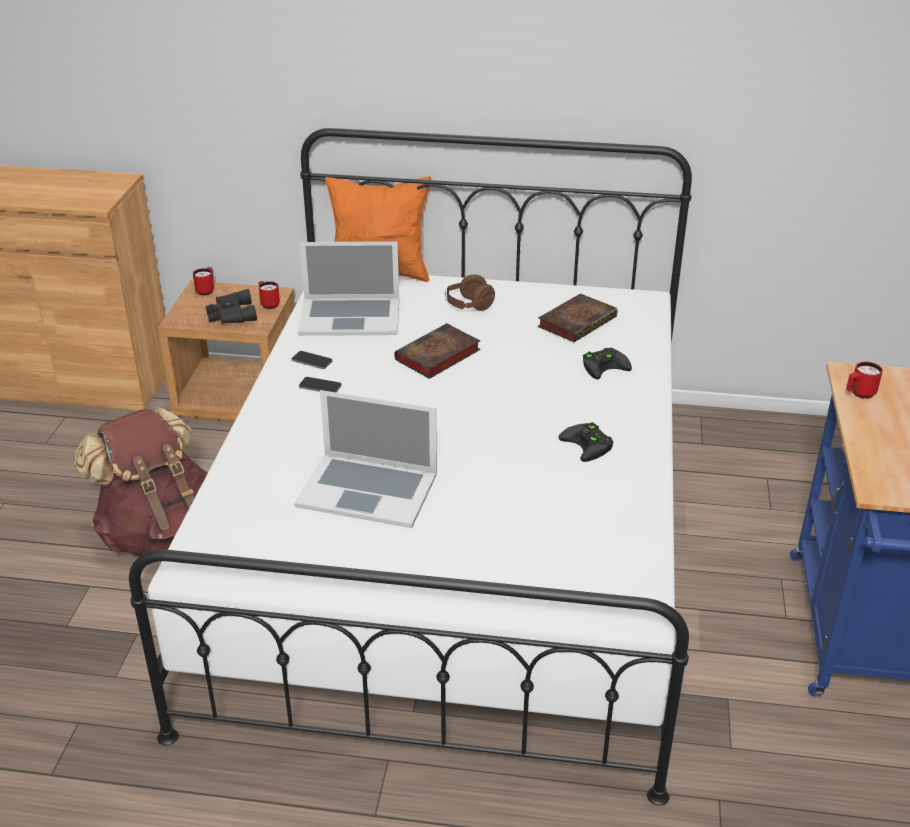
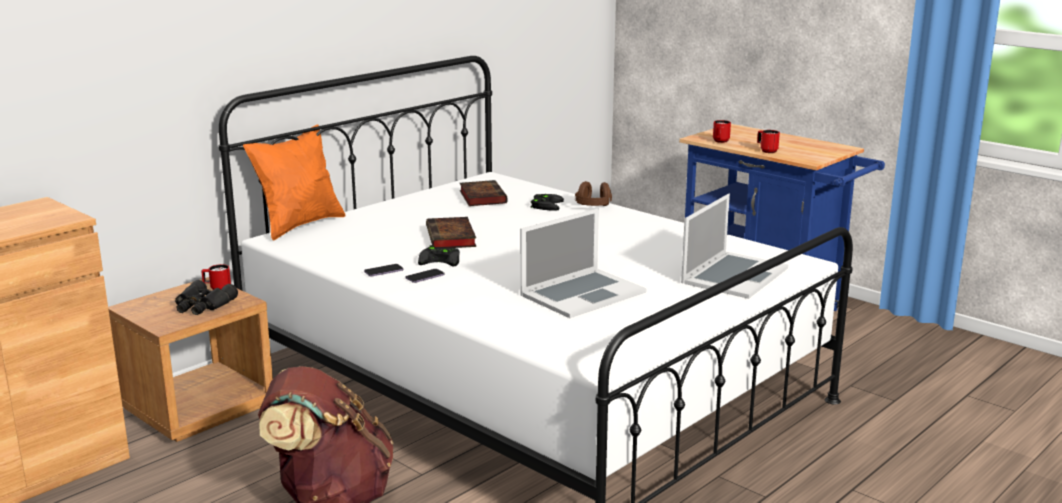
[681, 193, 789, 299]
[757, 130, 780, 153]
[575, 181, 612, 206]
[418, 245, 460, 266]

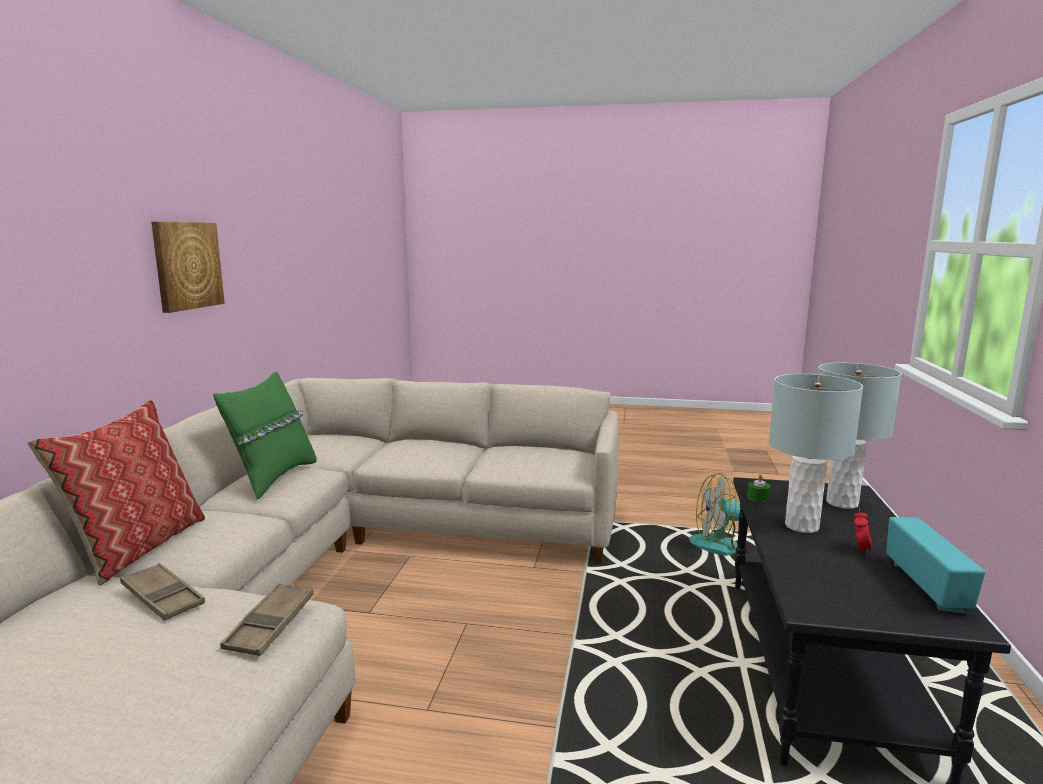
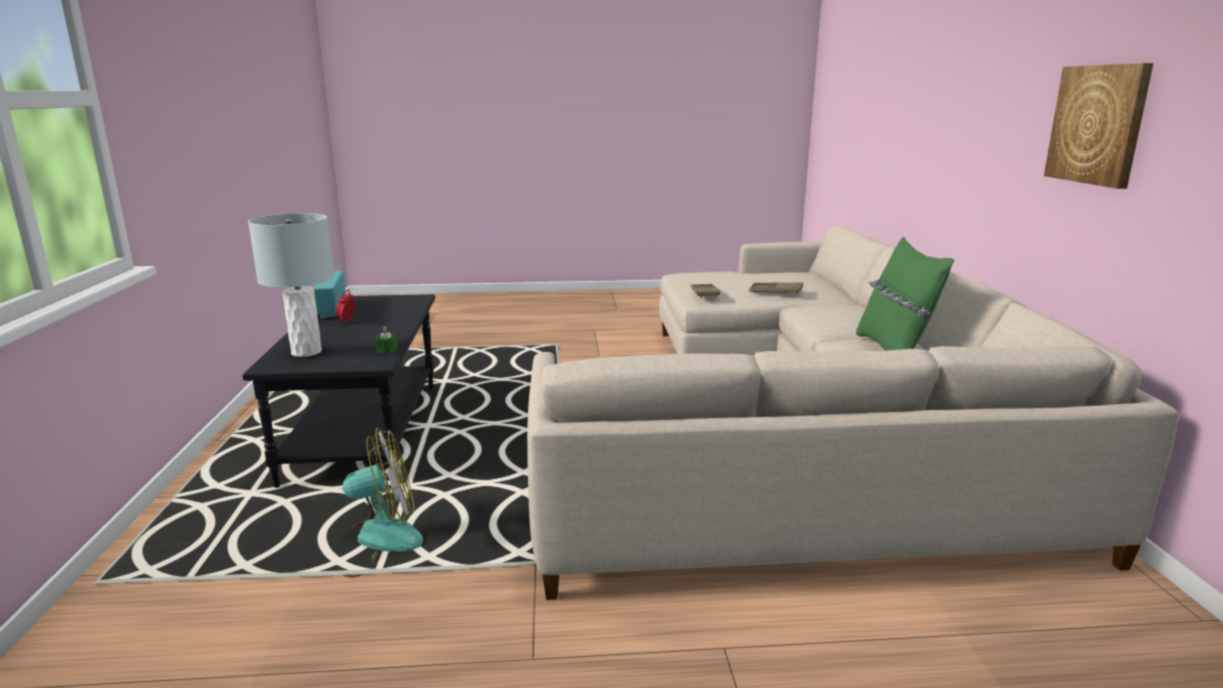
[769, 374, 863, 533] (first image)
[28, 400, 205, 586] (first image)

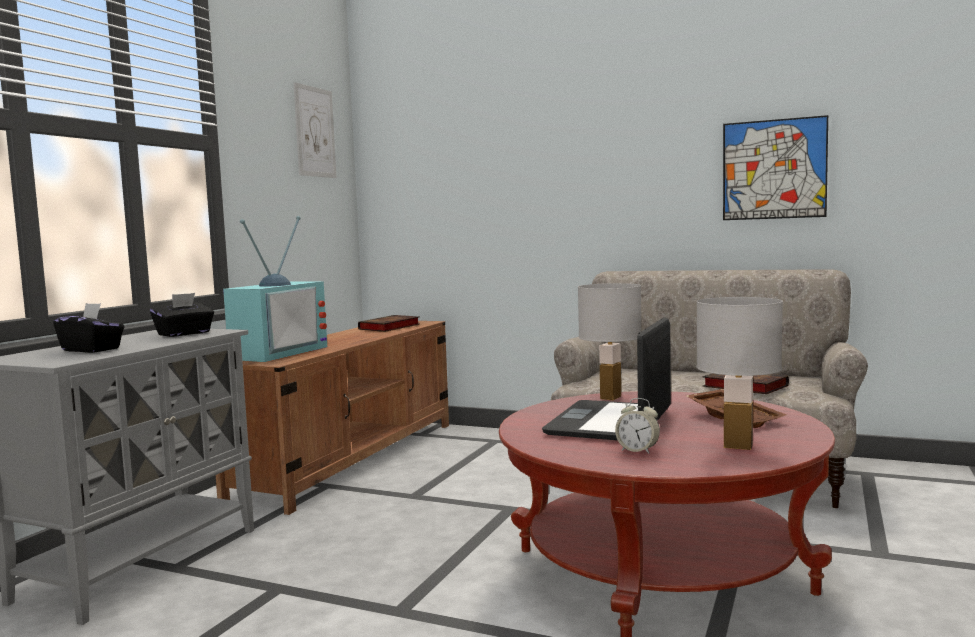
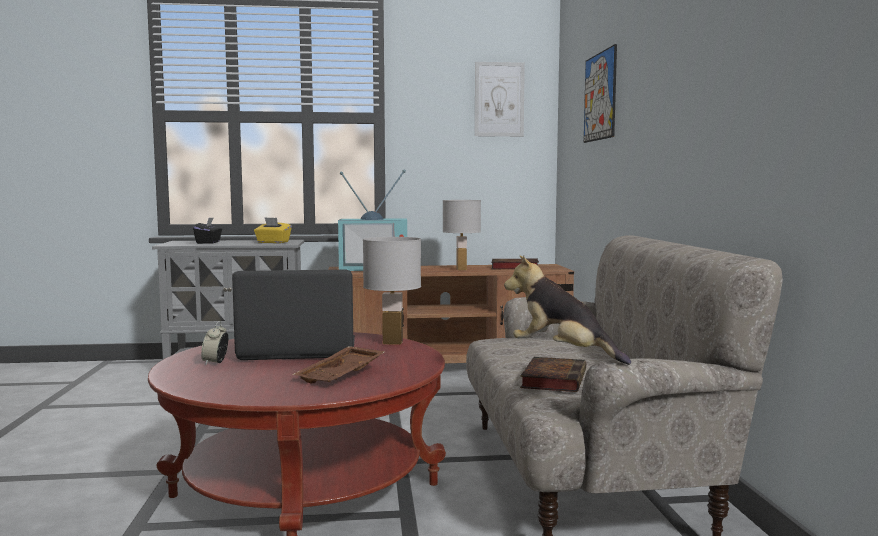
[584, 44, 617, 143]
[254, 217, 292, 243]
[443, 200, 481, 270]
[504, 255, 631, 365]

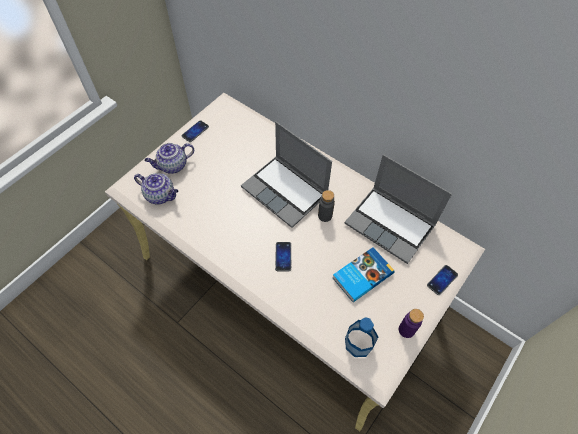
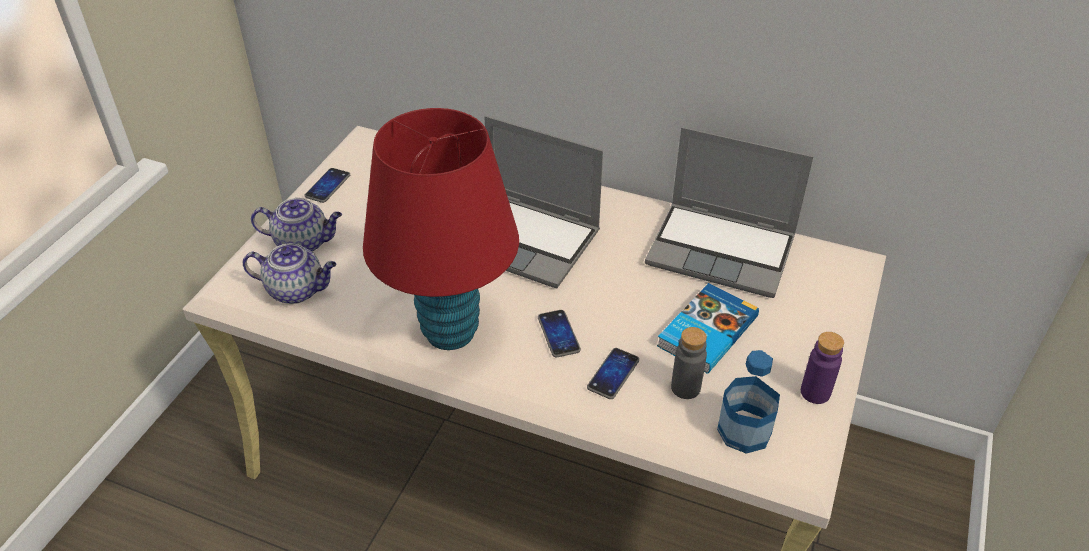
[251, 198, 342, 252]
[671, 327, 707, 399]
[587, 348, 639, 399]
[363, 108, 519, 350]

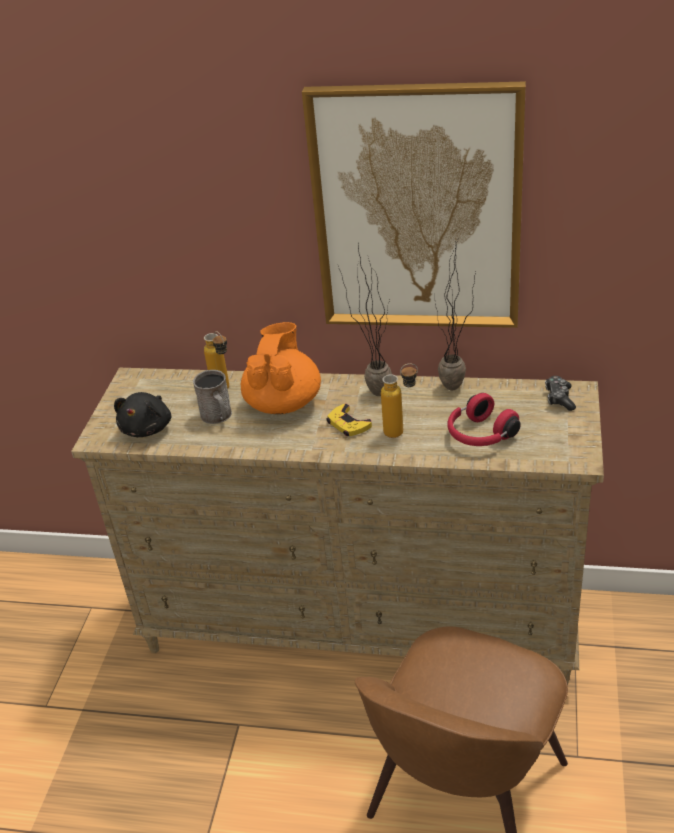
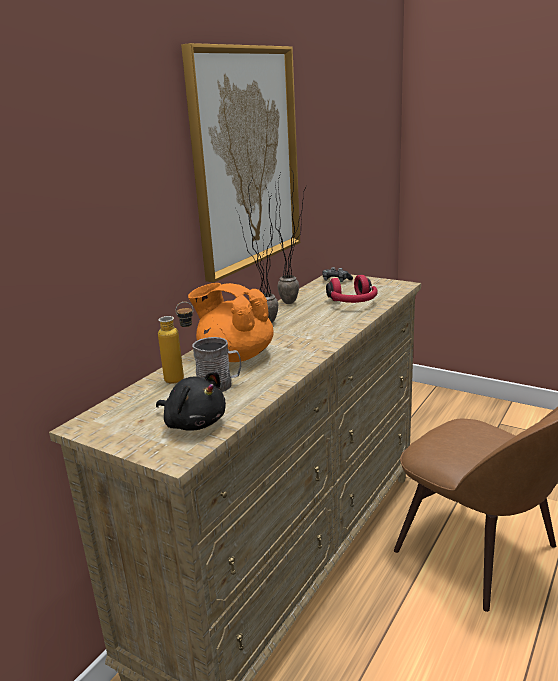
[381, 363, 418, 438] (first image)
[326, 404, 372, 436] (first image)

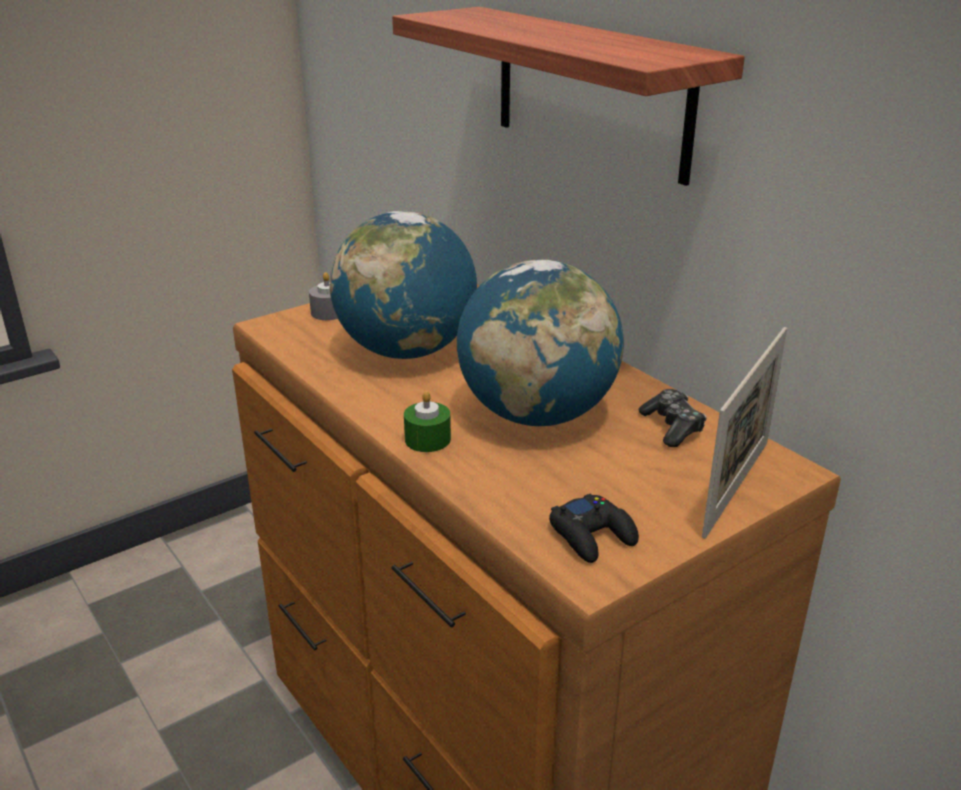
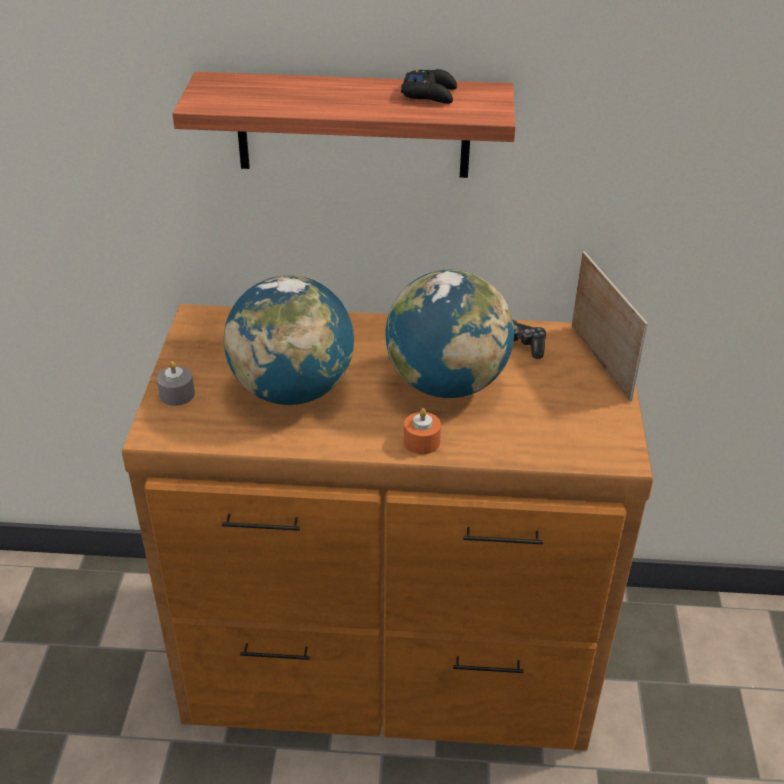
[404, 408, 441, 454]
[401, 69, 457, 104]

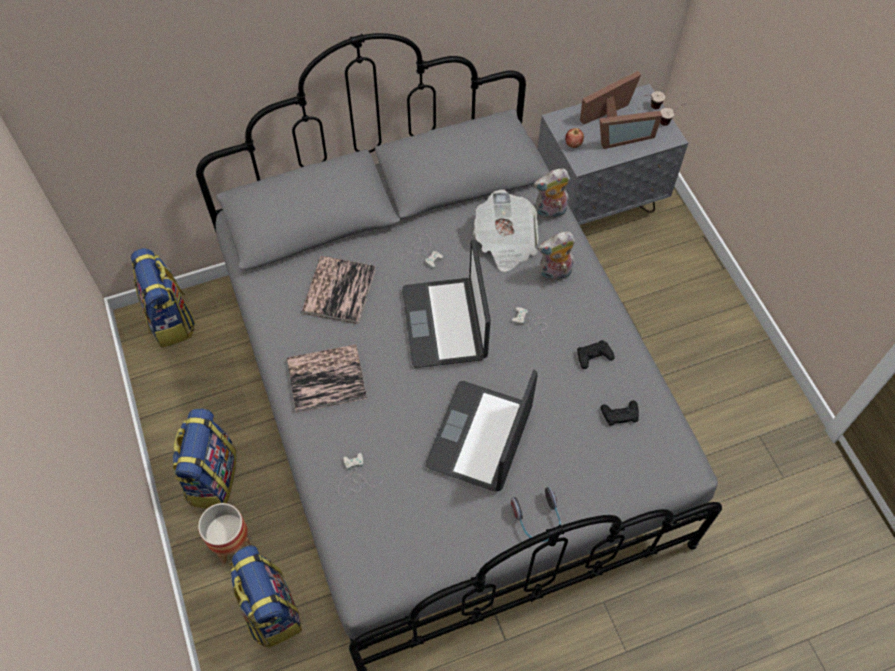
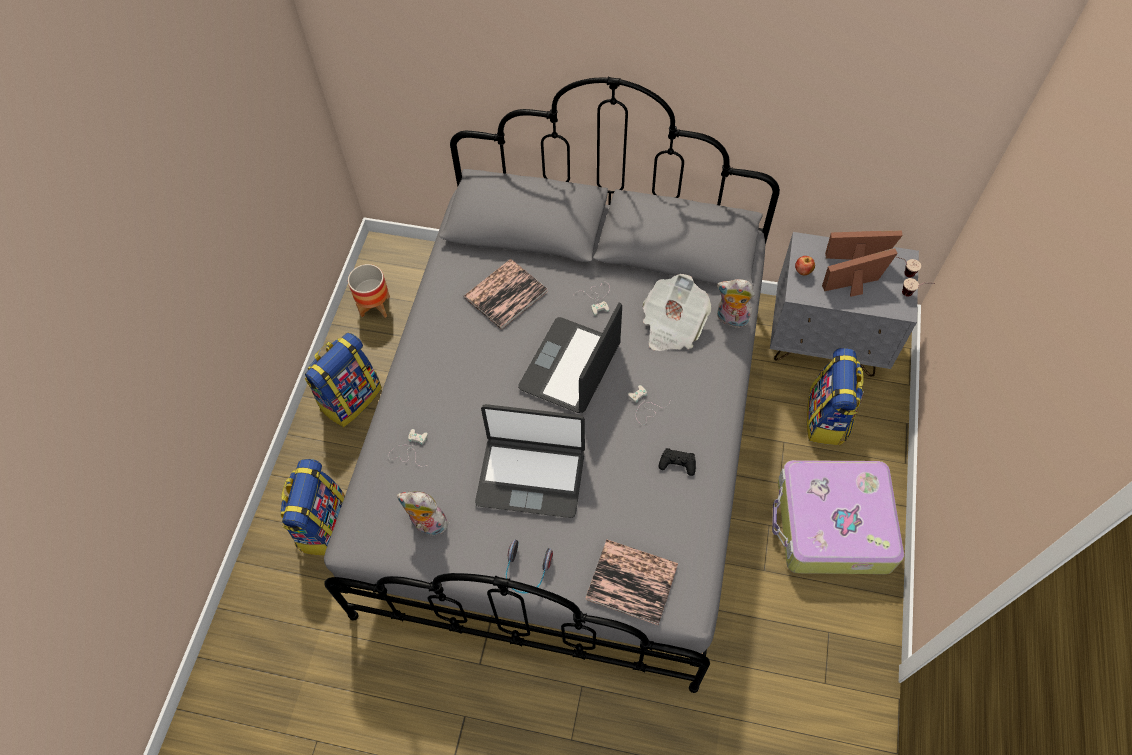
[822, 248, 898, 297]
[397, 492, 448, 536]
[807, 348, 864, 445]
[585, 539, 678, 625]
[475, 404, 585, 518]
[601, 400, 639, 426] (first image)
[348, 264, 390, 318]
[772, 460, 904, 574]

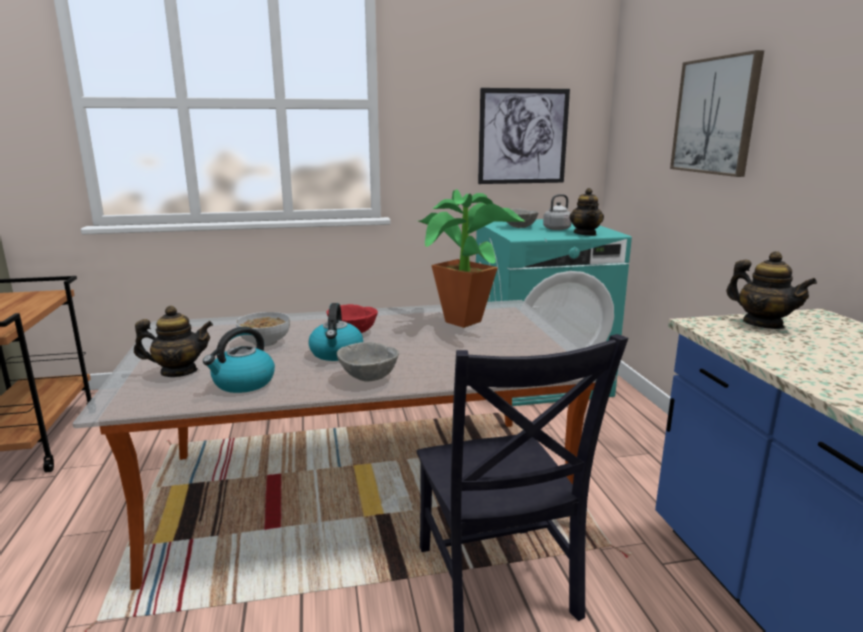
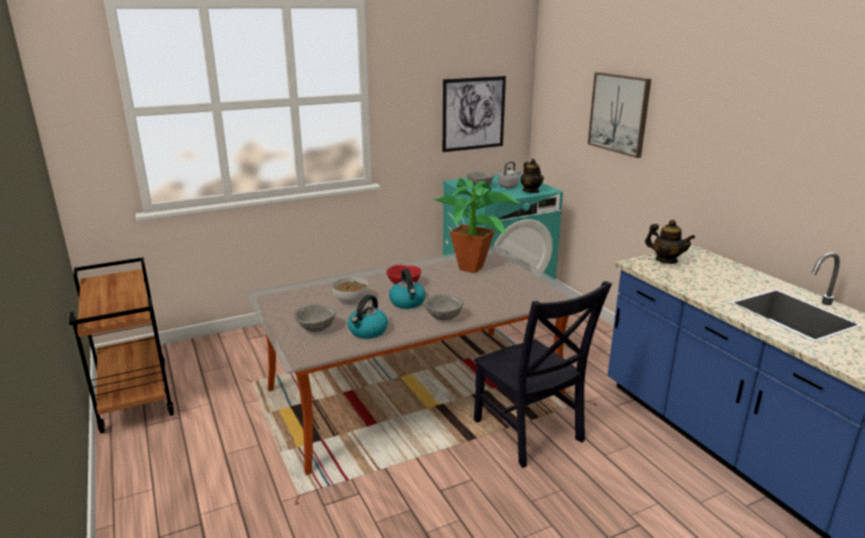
[294, 304, 336, 332]

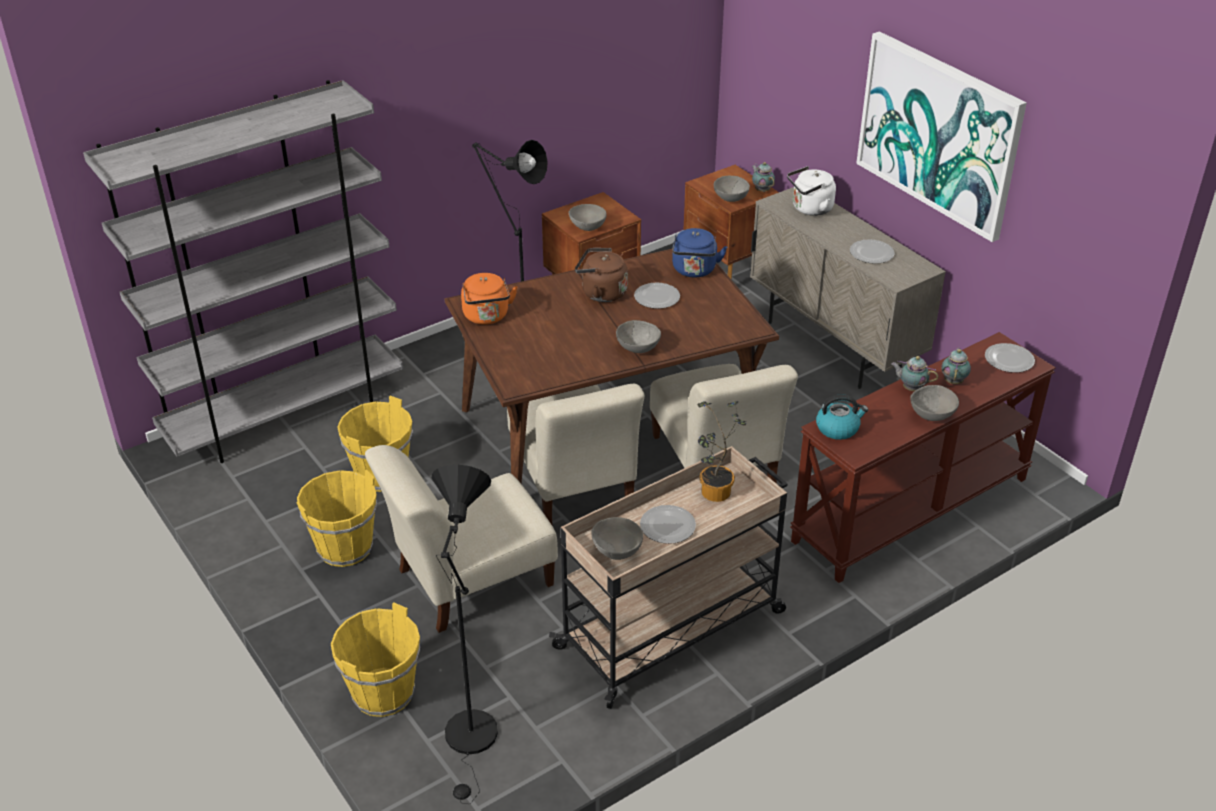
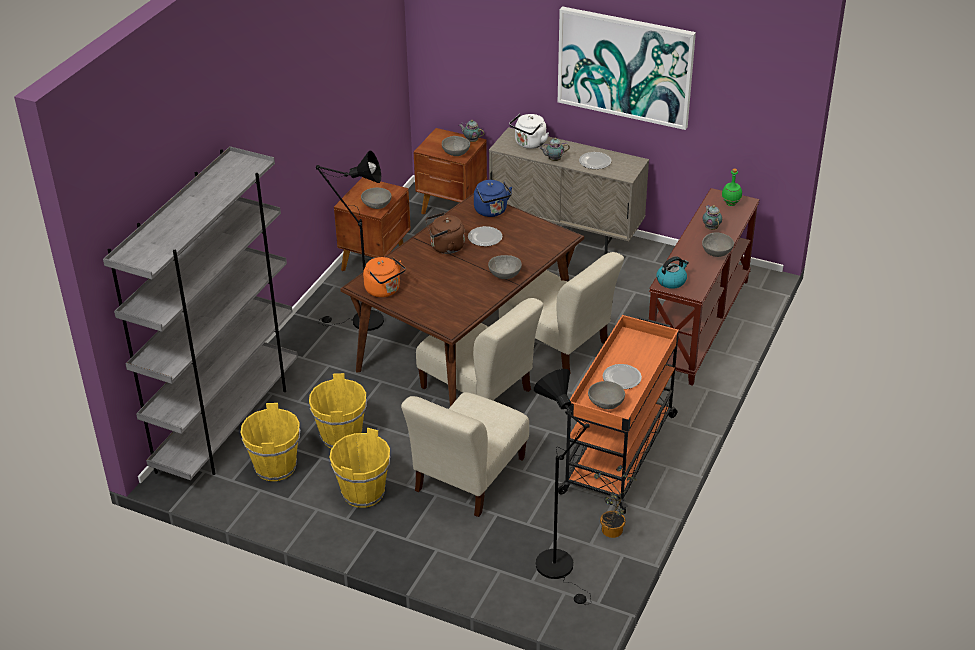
[722, 169, 742, 206]
[539, 138, 570, 161]
[594, 465, 637, 538]
[558, 315, 679, 514]
[241, 403, 300, 481]

